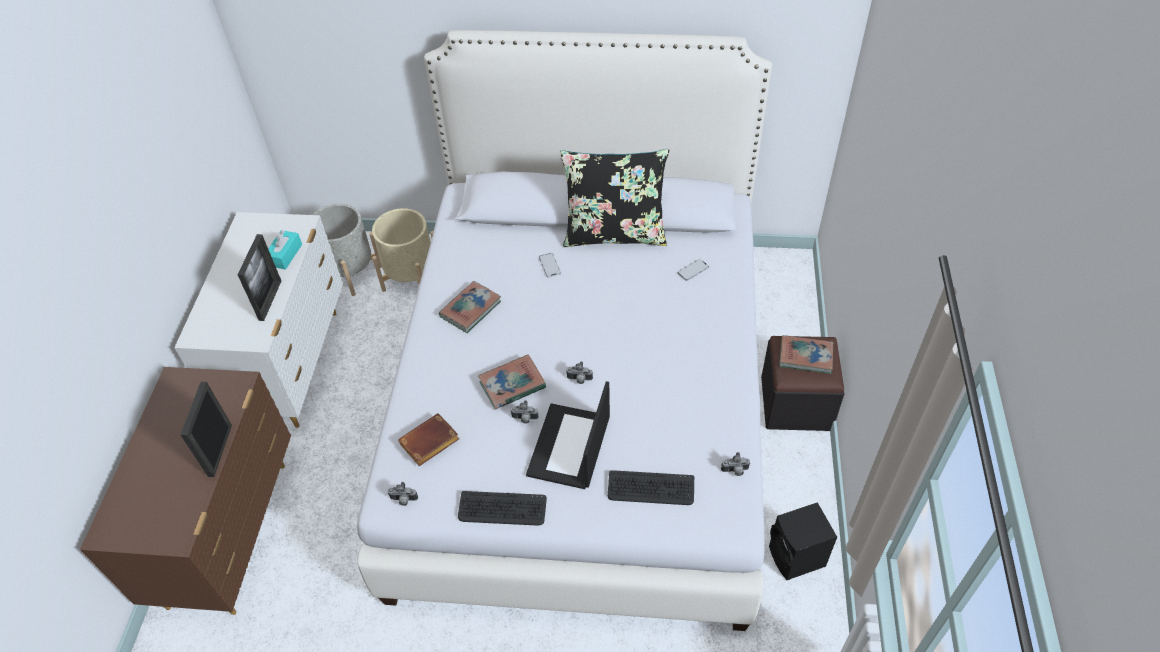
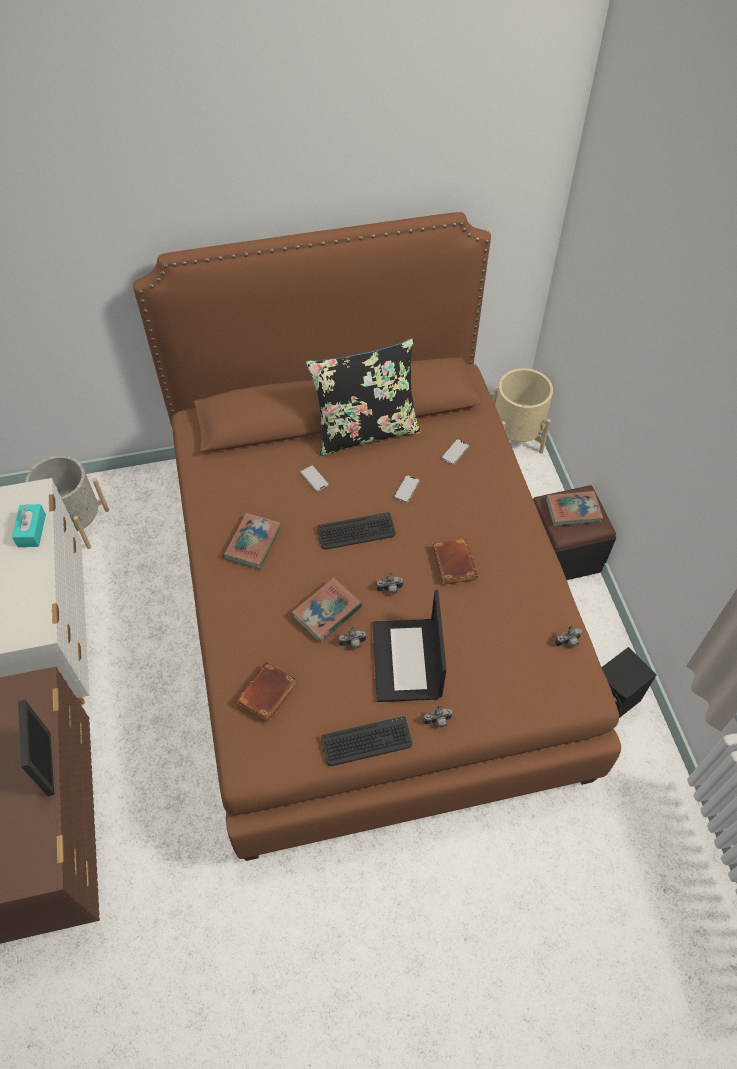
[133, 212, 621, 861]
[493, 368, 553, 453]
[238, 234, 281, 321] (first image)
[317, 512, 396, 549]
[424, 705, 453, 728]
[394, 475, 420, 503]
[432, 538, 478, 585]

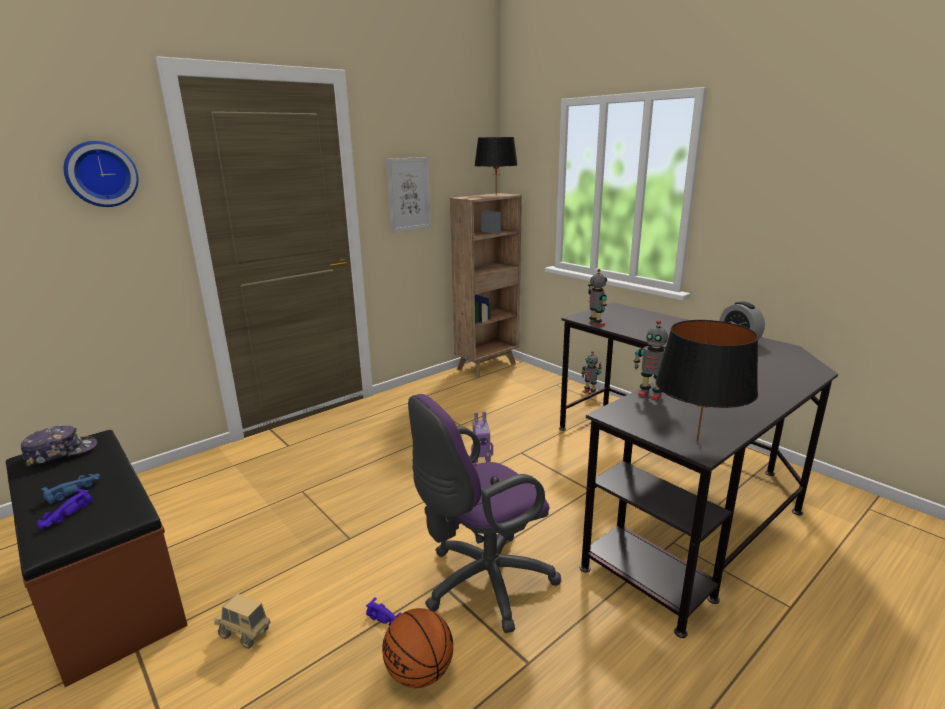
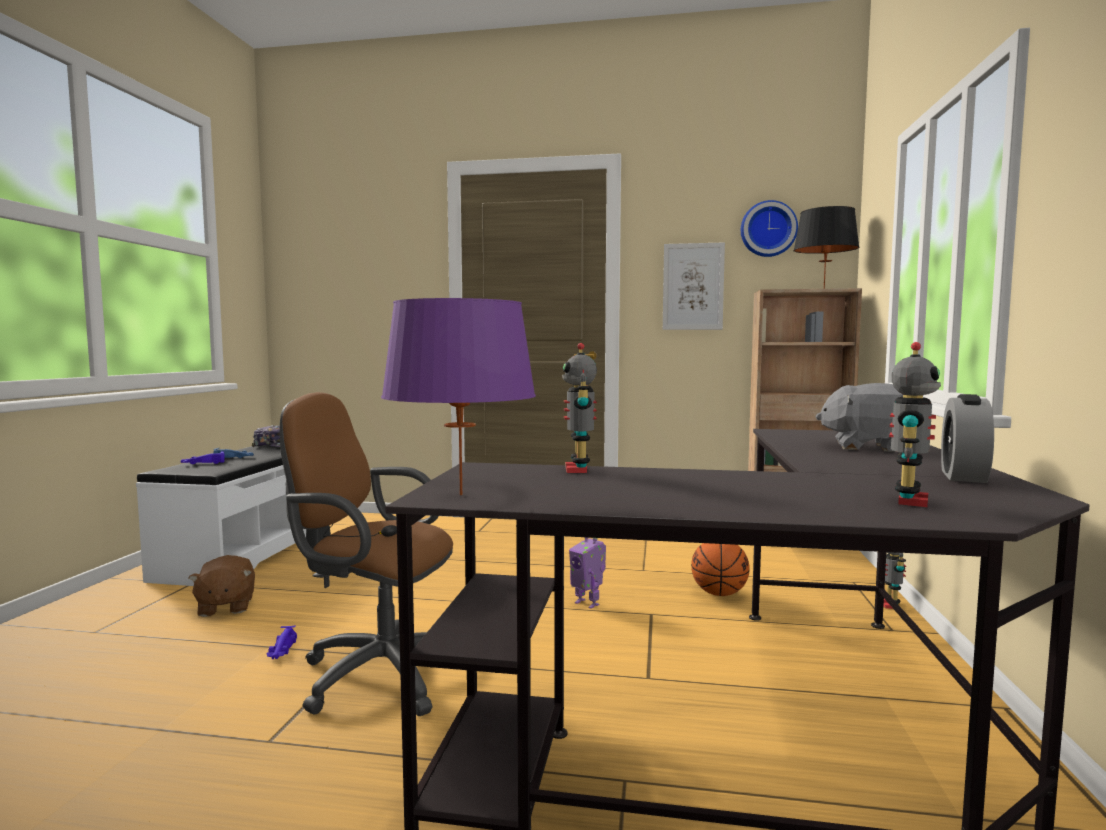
[741, 200, 798, 257]
[889, 342, 941, 507]
[381, 298, 536, 495]
[280, 392, 453, 716]
[136, 445, 306, 586]
[188, 555, 255, 617]
[691, 543, 750, 596]
[816, 383, 903, 452]

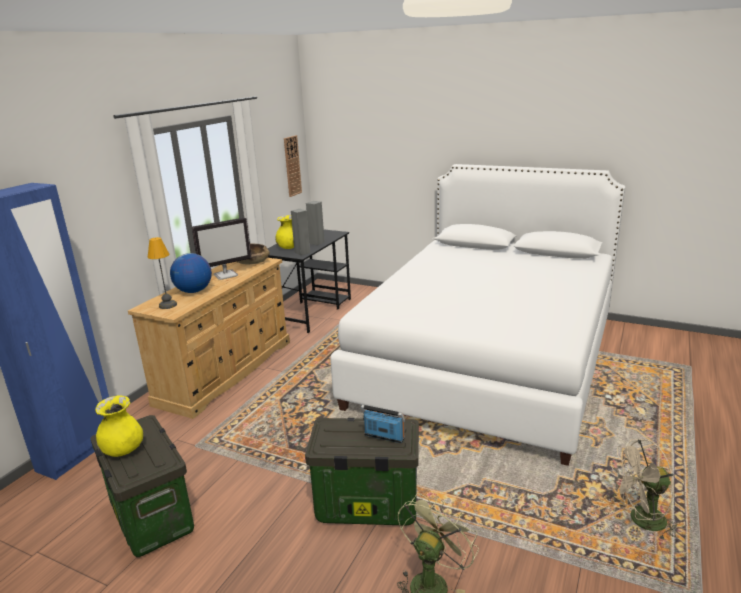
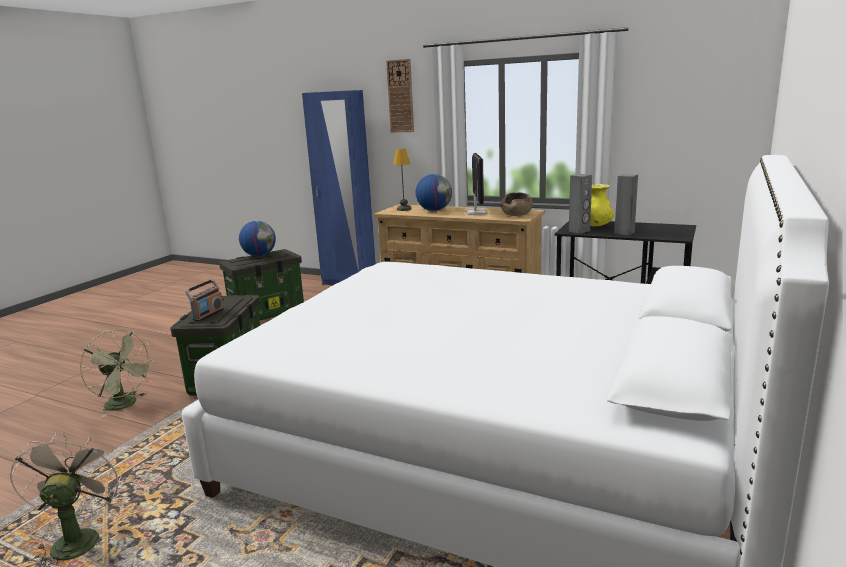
[386, 59, 414, 132]
[466, 153, 488, 215]
[239, 221, 276, 257]

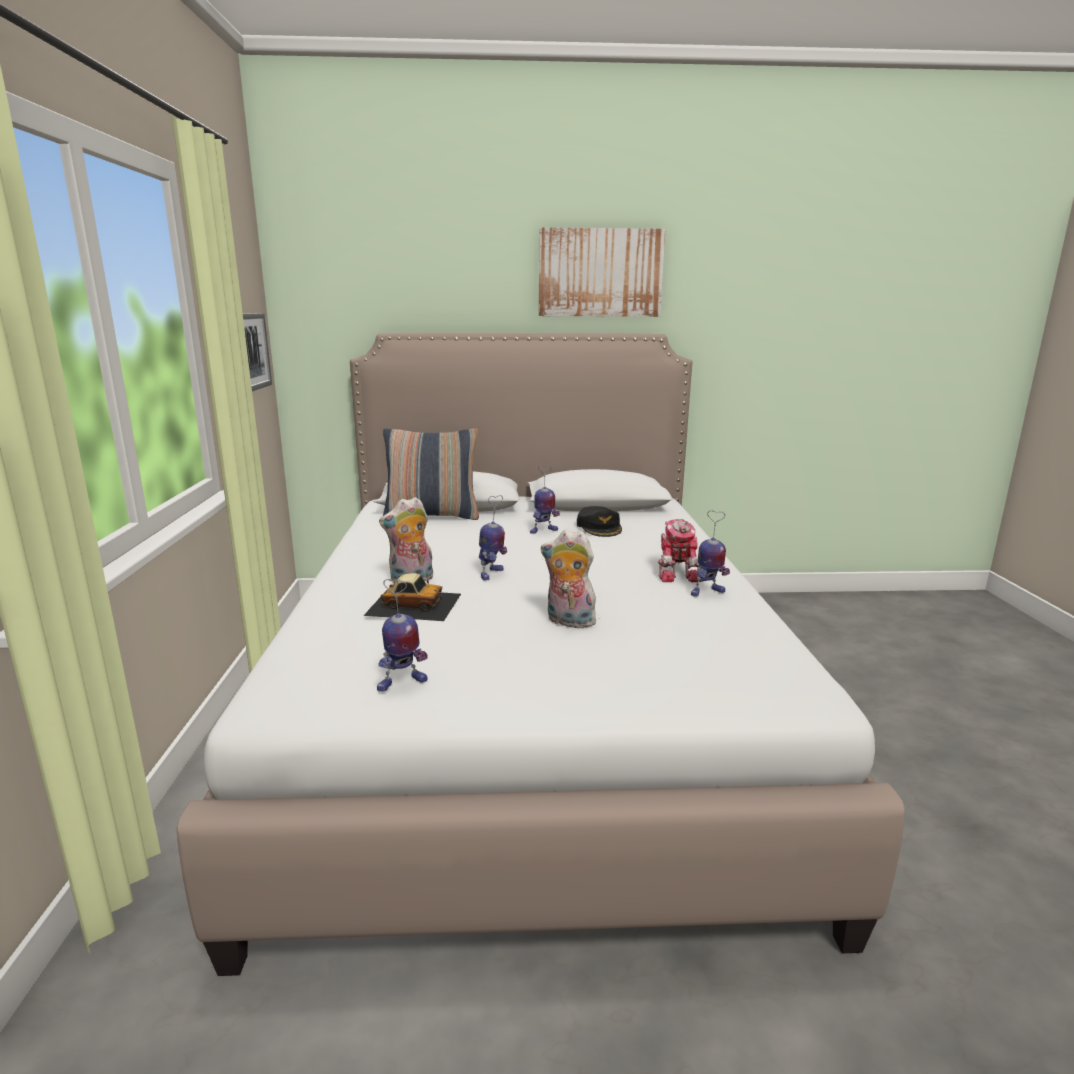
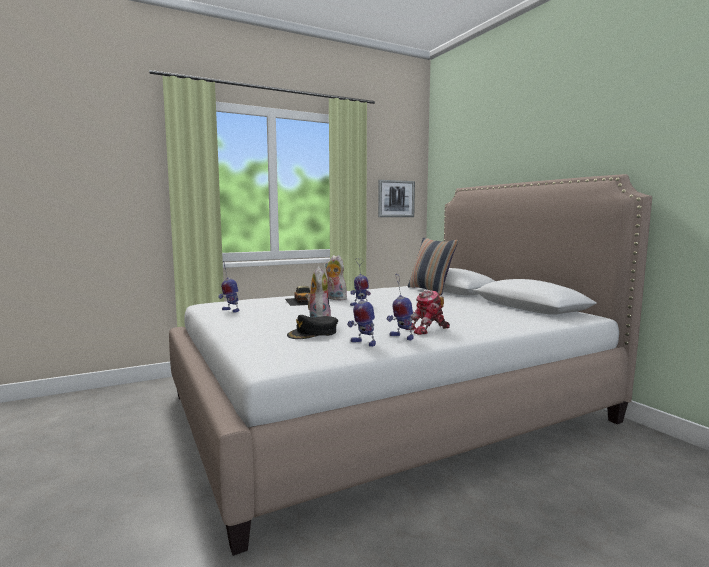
[539, 227, 665, 317] (first image)
[347, 277, 376, 347]
[287, 315, 338, 339]

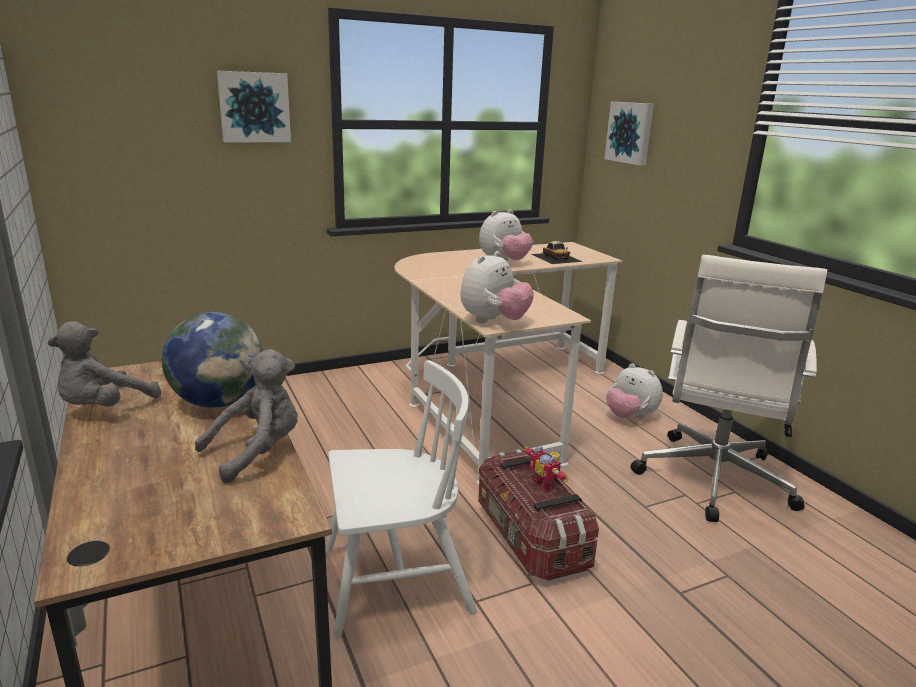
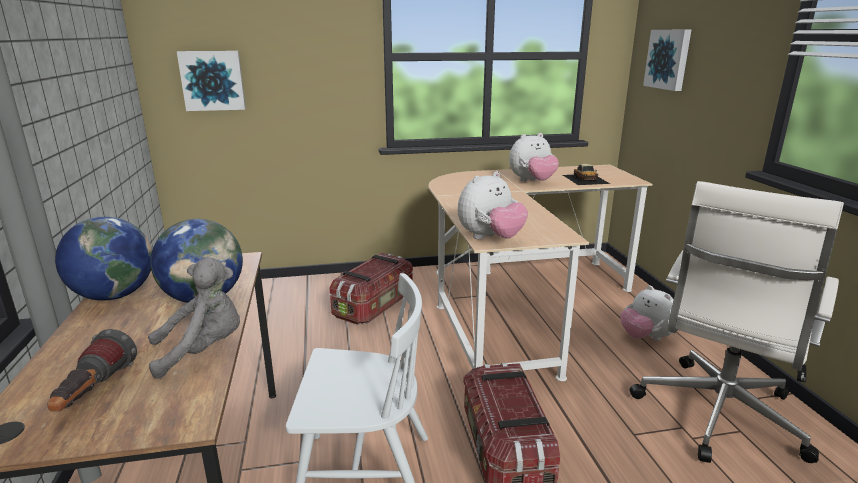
[177, 51, 246, 111]
[55, 217, 152, 301]
[524, 446, 569, 490] (first image)
[330, 253, 413, 325]
[47, 329, 137, 411]

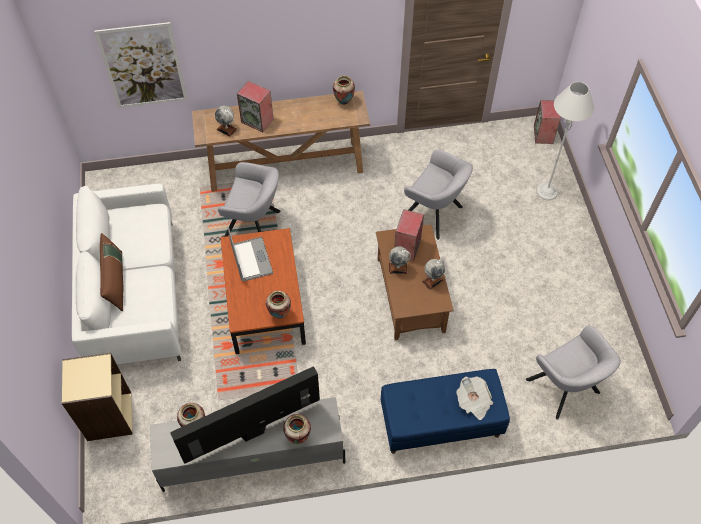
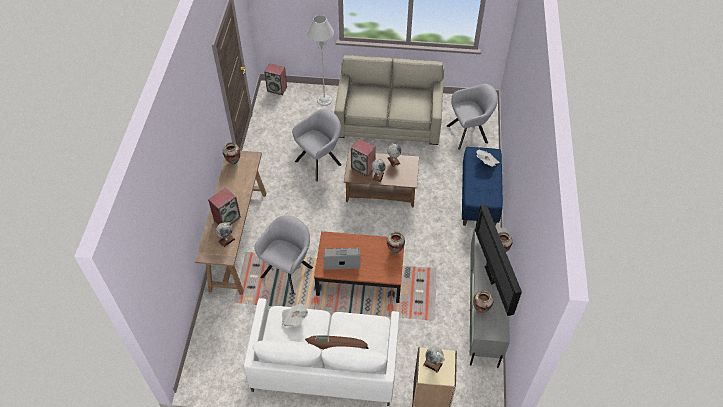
[94, 22, 188, 108] (first image)
[334, 55, 444, 145]
[282, 303, 308, 327]
[423, 346, 444, 373]

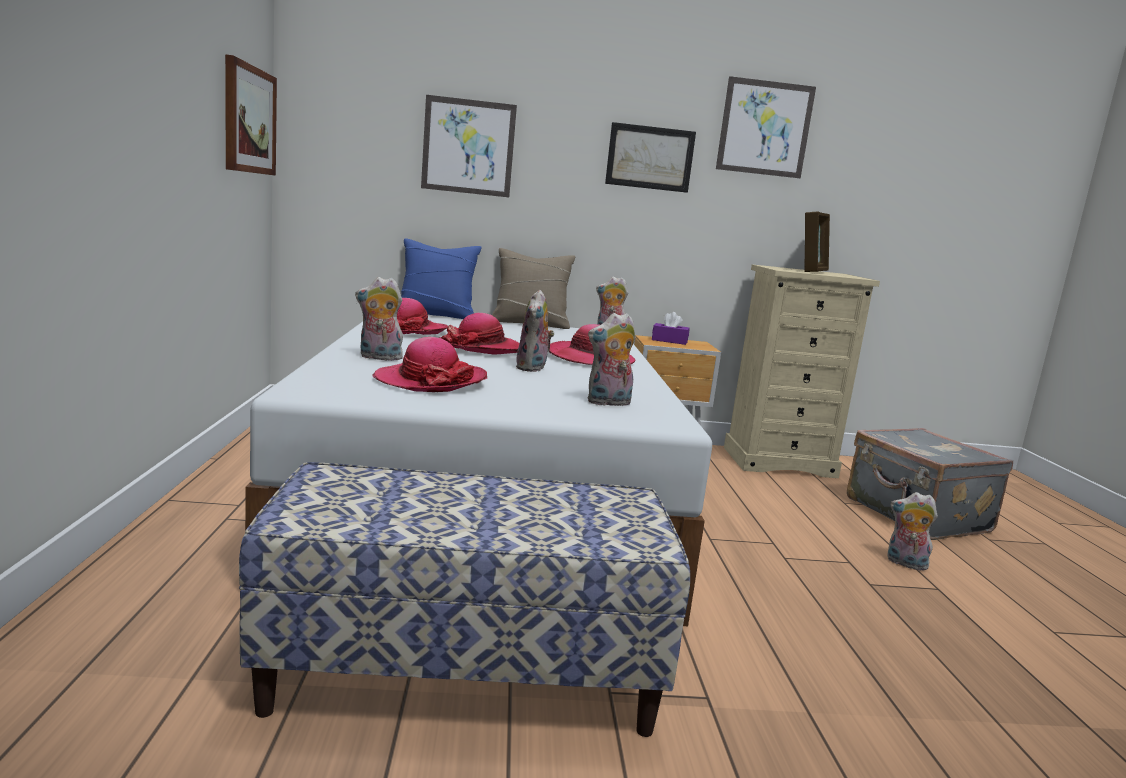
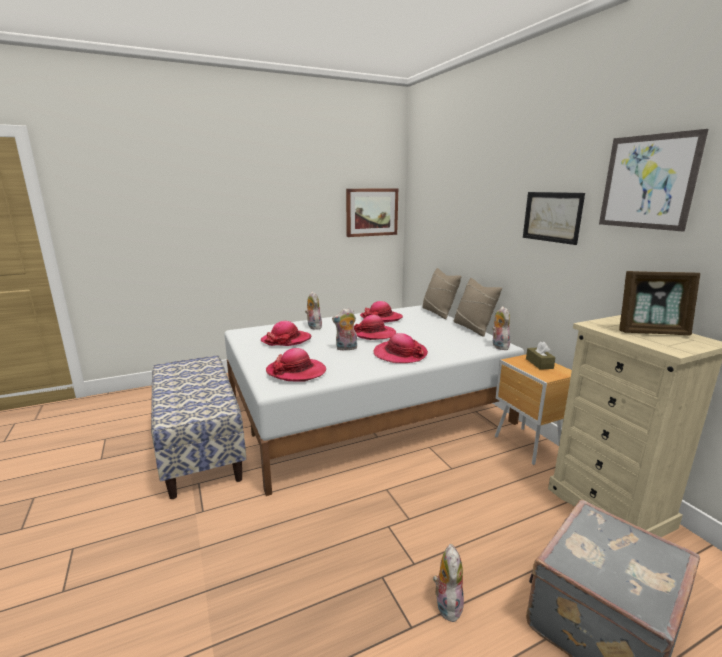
[421, 95, 517, 197] (first image)
[422, 268, 462, 319]
[526, 341, 556, 370]
[266, 348, 326, 382]

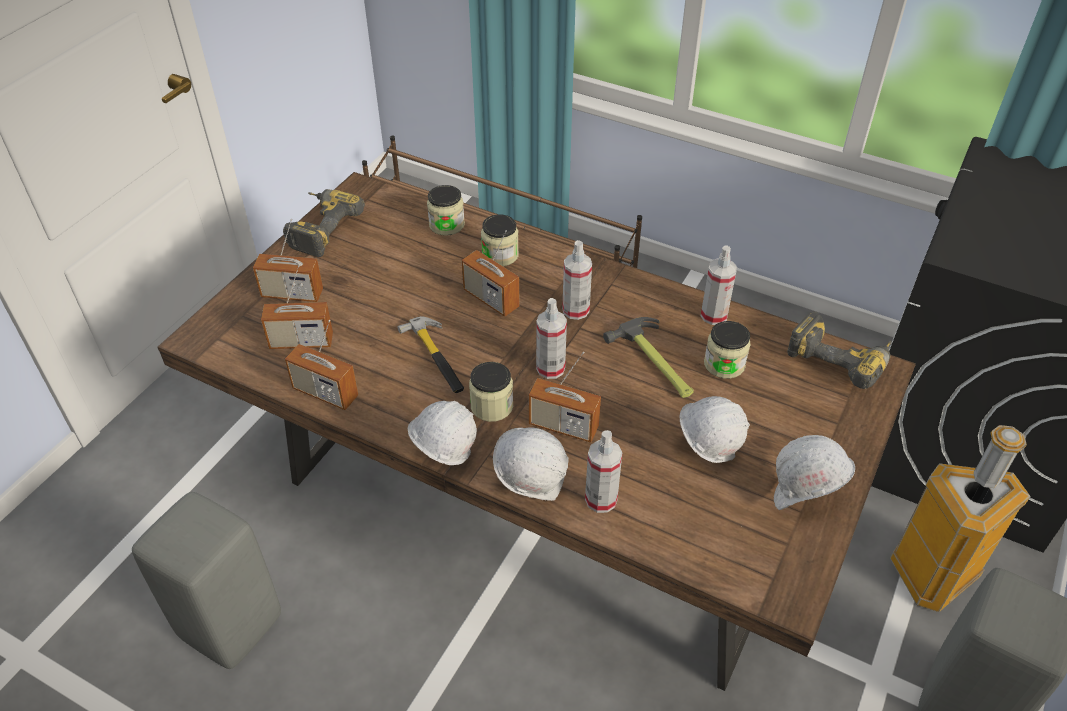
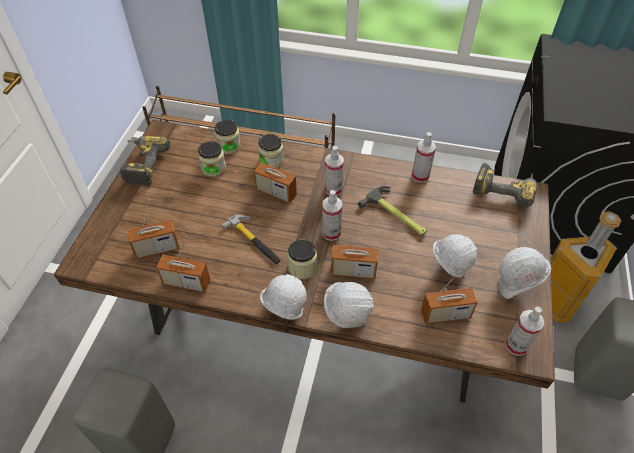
[421, 266, 478, 324]
[198, 141, 226, 177]
[505, 307, 544, 356]

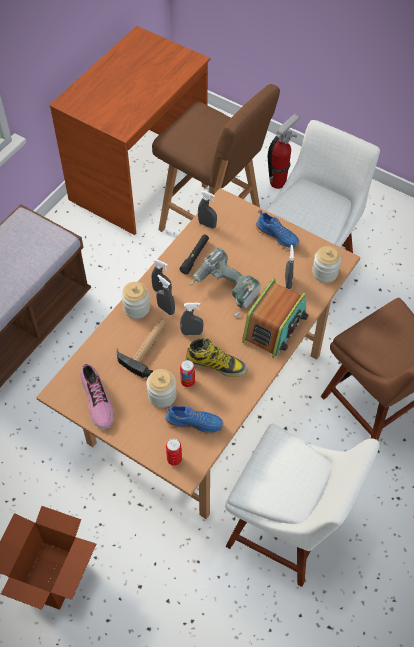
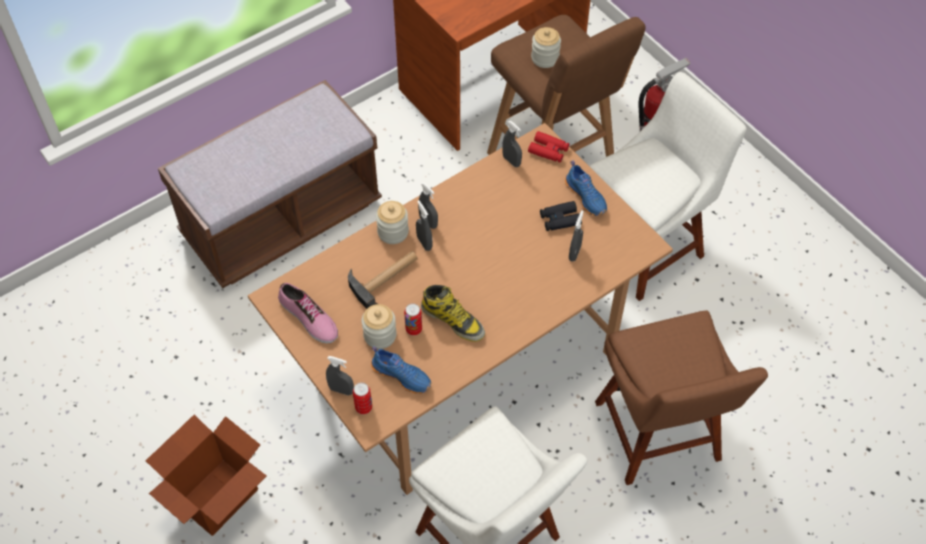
[180, 234, 209, 274] (first image)
[531, 27, 561, 68]
[189, 247, 261, 317] (first image)
[242, 278, 309, 358] (first image)
[326, 356, 354, 396]
[278, 283, 338, 343]
[528, 131, 569, 163]
[540, 201, 582, 231]

